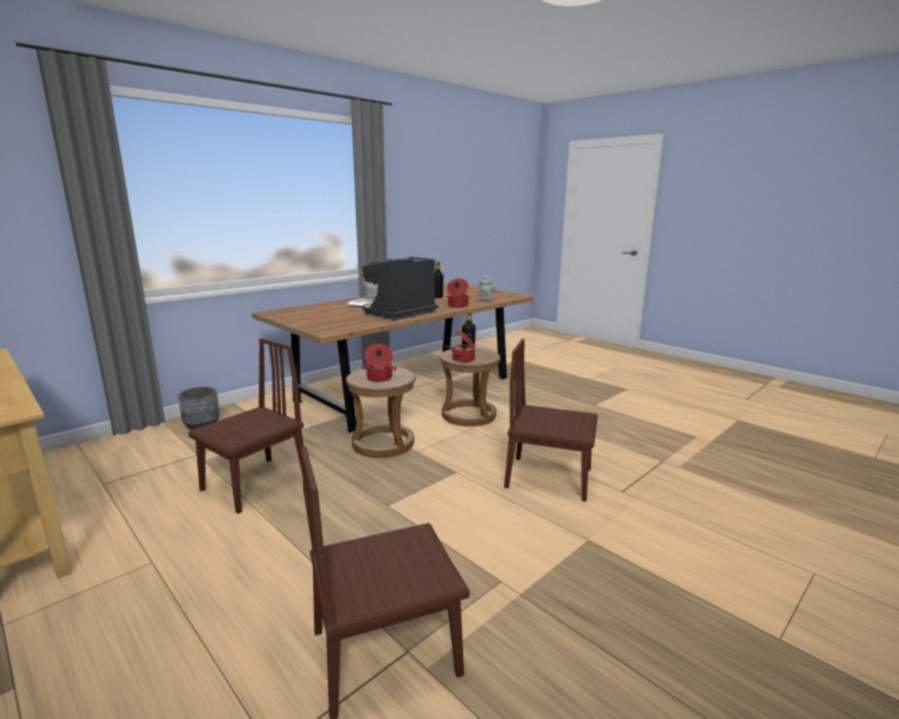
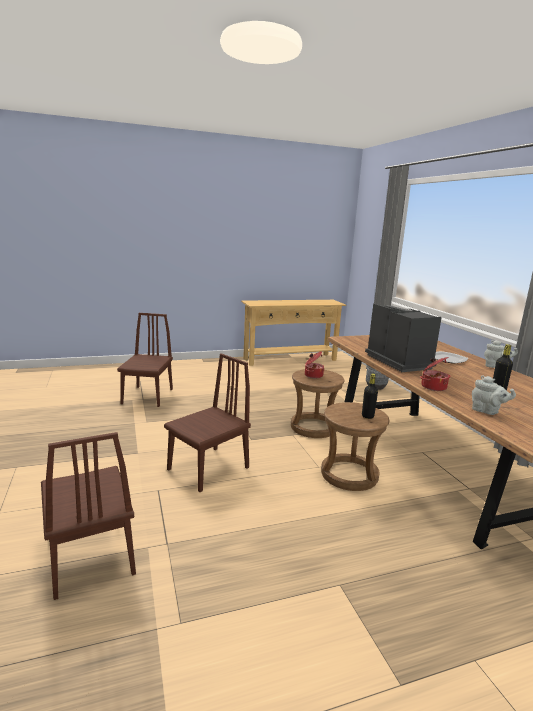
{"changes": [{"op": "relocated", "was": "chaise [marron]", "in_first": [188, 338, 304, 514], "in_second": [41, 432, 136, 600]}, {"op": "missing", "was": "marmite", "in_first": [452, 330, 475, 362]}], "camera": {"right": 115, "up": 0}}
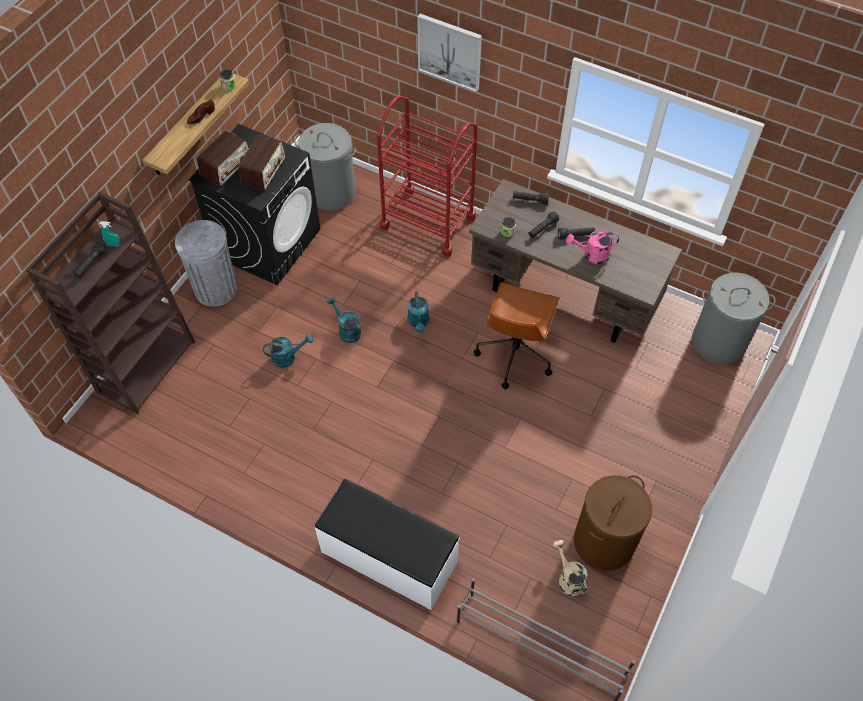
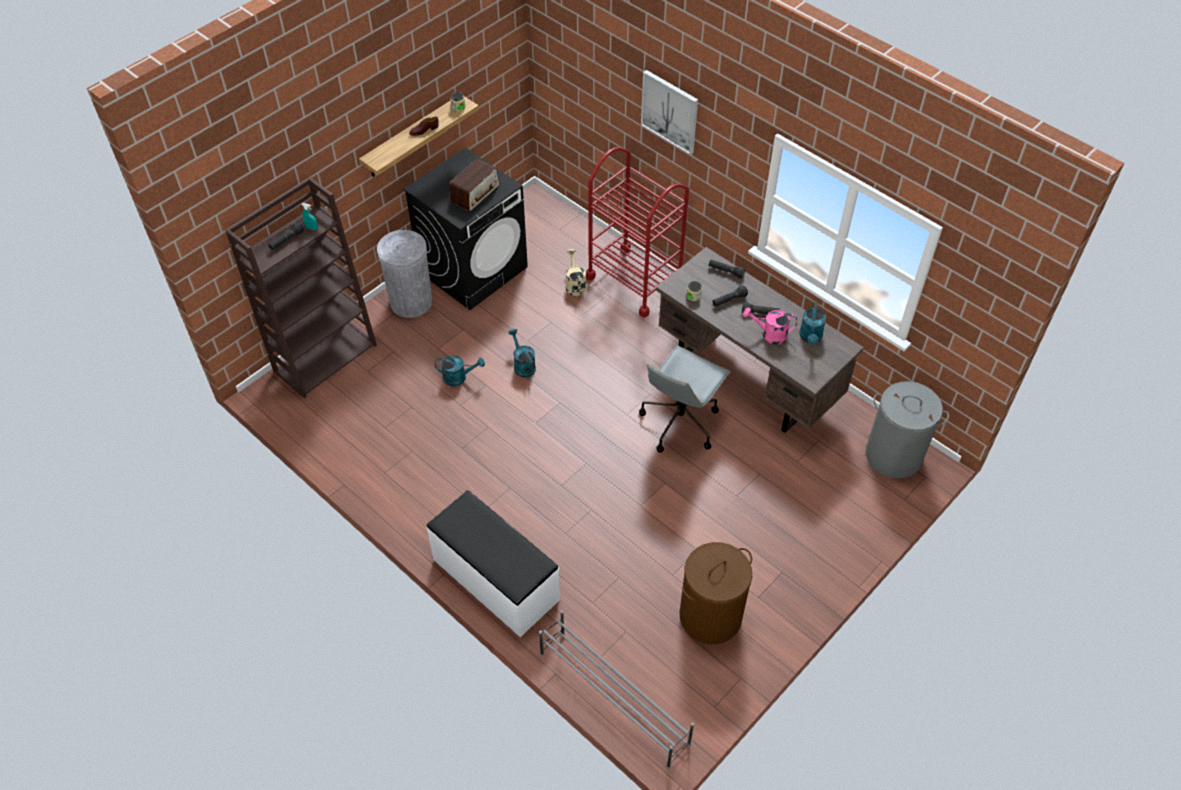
{"changes": [{"op": "relocated", "was": "arrosoir [beige]", "in_first": [553, 540, 588, 596], "in_second": [566, 249, 586, 296]}, {"op": "colour", "was": "chaise de bureau [marron]", "now": "chaise de bureau [gris]", "in_first": [474, 283, 559, 389], "in_second": [639, 346, 730, 453]}, {"op": "relocated", "was": "arrosoir [turquoise]", "in_first": [408, 291, 429, 333], "in_second": [799, 302, 826, 344]}, {"op": "missing", "was": "radio", "in_first": [197, 131, 249, 186]}, {"op": "missing", "was": "panier à linge [gris]", "in_first": [294, 123, 356, 211]}], "camera": {"right": 15, "up": -5}}
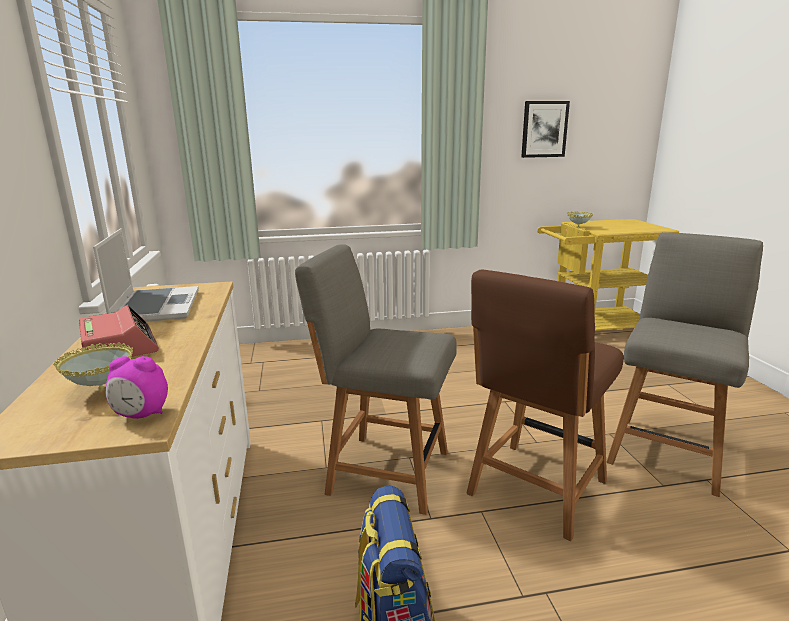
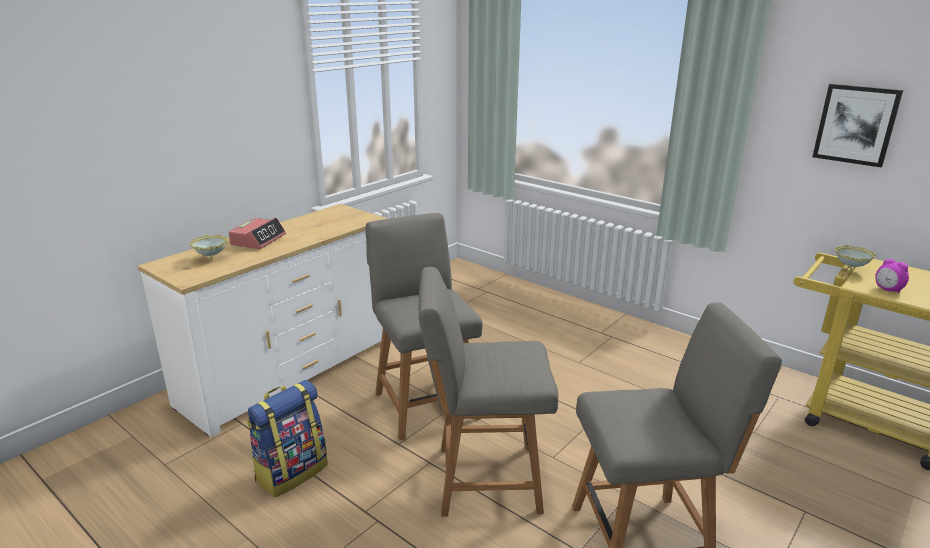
{"changes": [{"op": "colour", "was": "chaise [marron]", "now": "chaise [gris]", "in_first": [466, 270, 624, 541], "in_second": [418, 267, 558, 516]}, {"op": "relocated", "was": "réveil", "in_first": [105, 356, 168, 419], "in_second": [875, 259, 909, 293]}, {"op": "missing", "was": "ordinateur portable", "in_first": [93, 228, 199, 322]}], "camera": {"right": 50, "up": 5}}
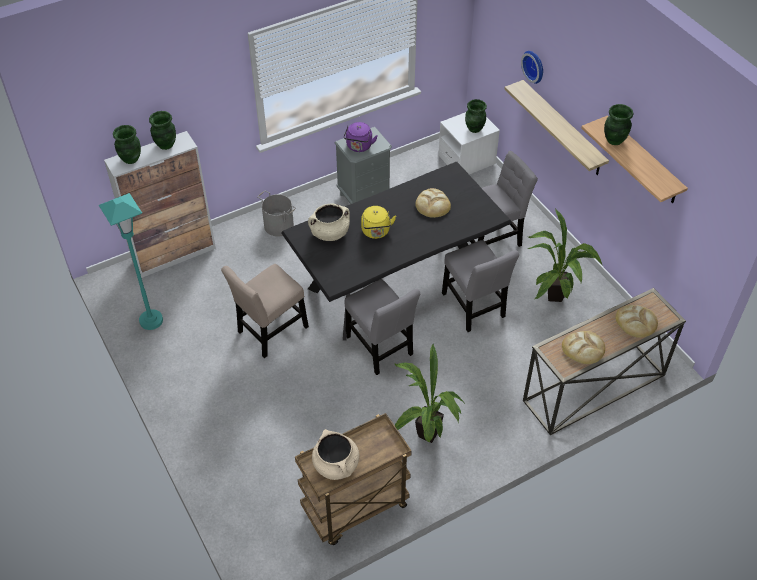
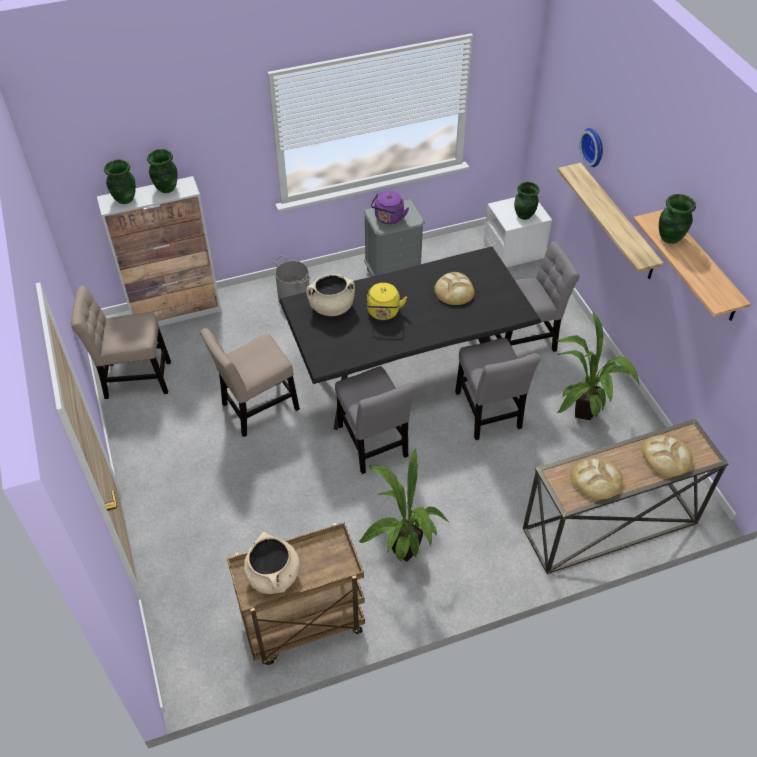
{"changes": [{"op": "exchanged", "was": "lampadaire [turquoise]", "now": "chaise [beige]", "in_first": [99, 193, 163, 330], "in_second": [71, 286, 171, 399]}], "camera": {"right": 10, "up": 0}}
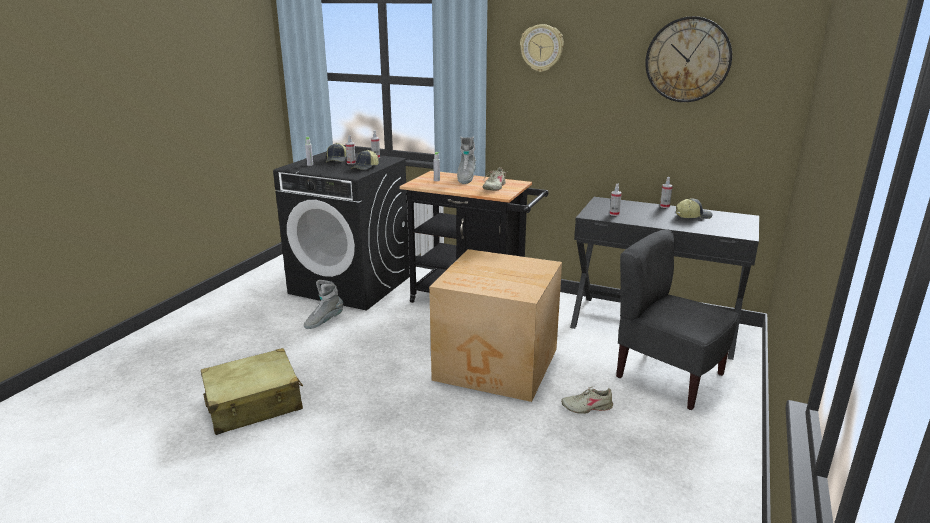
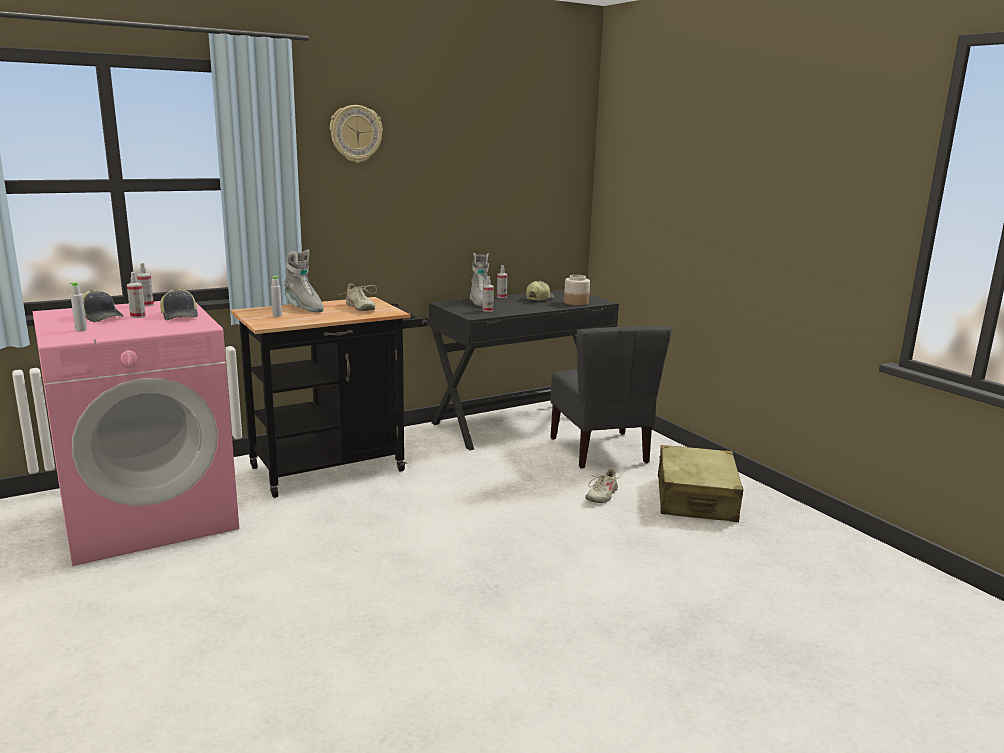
{"changes": [{"op": "colour", "was": "lave-linge [noir]", "now": "lave-linge [rose]", "in_first": [273, 151, 410, 310], "in_second": [32, 301, 239, 566]}, {"op": "relocated", "was": "botte [gris]", "in_first": [304, 280, 343, 329], "in_second": [470, 253, 489, 307]}, {"op": "spun", "was": "chaise [gris]", "in_first": [616, 230, 738, 410], "in_second": [550, 326, 672, 469], "clockwise": -90}, {"op": "appeared", "now": "bocal", "in_second": [564, 275, 590, 305]}, {"op": "relocated", "was": "valise [beige]", "in_first": [201, 348, 303, 435], "in_second": [658, 445, 743, 522]}, {"op": "missing", "was": "carton", "in_first": [429, 249, 562, 402]}, {"op": "missing", "was": "horloge murale", "in_first": [645, 16, 732, 102]}], "camera": {"right": -55, "up": -5}}
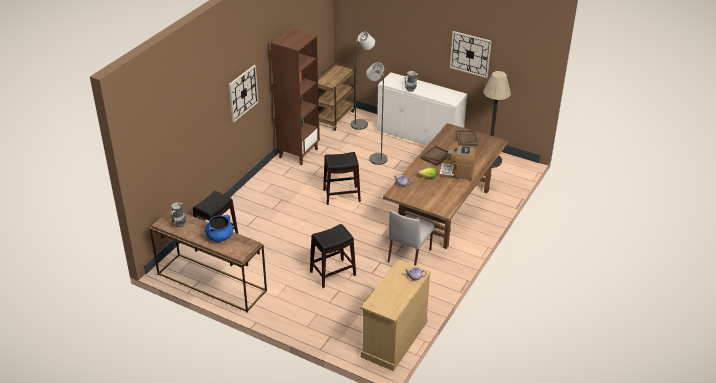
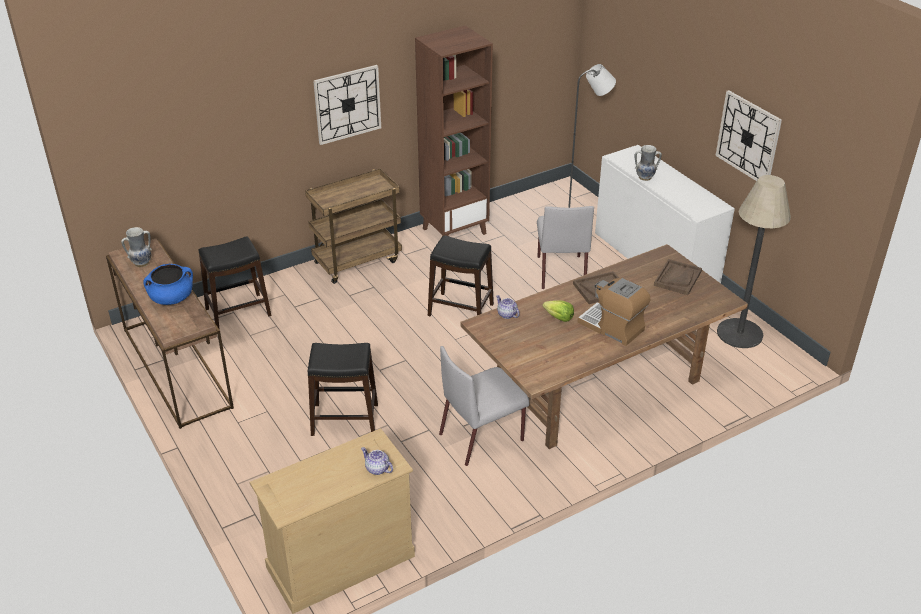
{"changes": [{"op": "relocated", "was": "chariot [marron]", "in_first": [318, 62, 355, 131], "in_second": [305, 169, 402, 284]}, {"op": "exchanged", "was": "lampadaire [gris]", "now": "chaise [gris]", "in_first": [367, 62, 388, 165], "in_second": [537, 206, 594, 289]}], "camera": {"right": 30, "up": 0}}
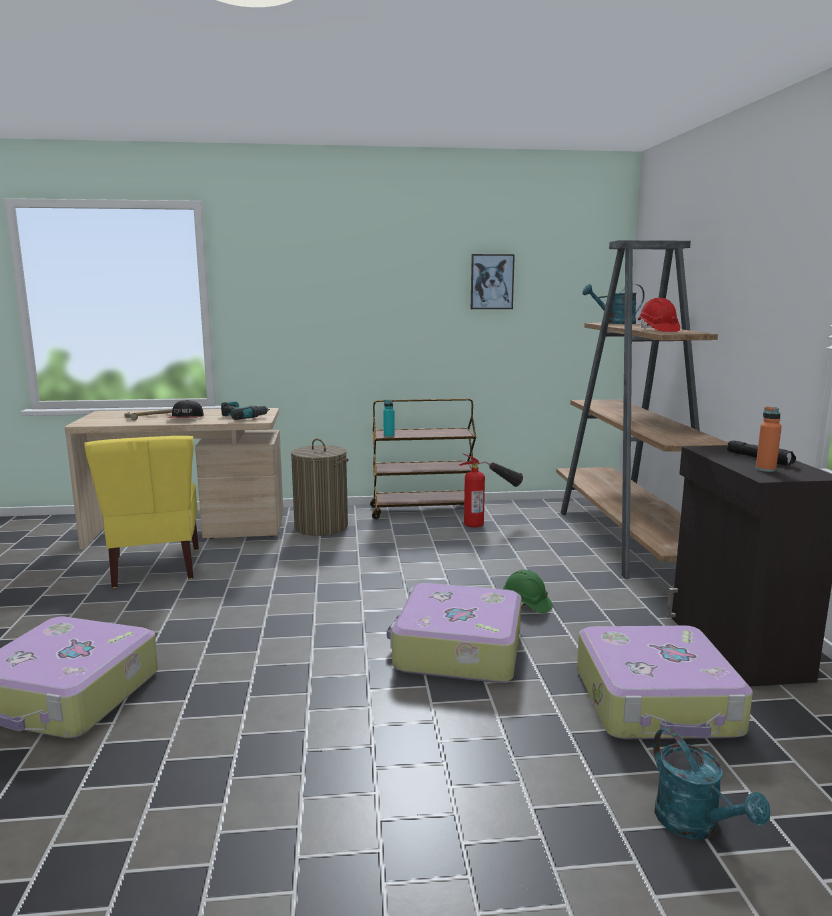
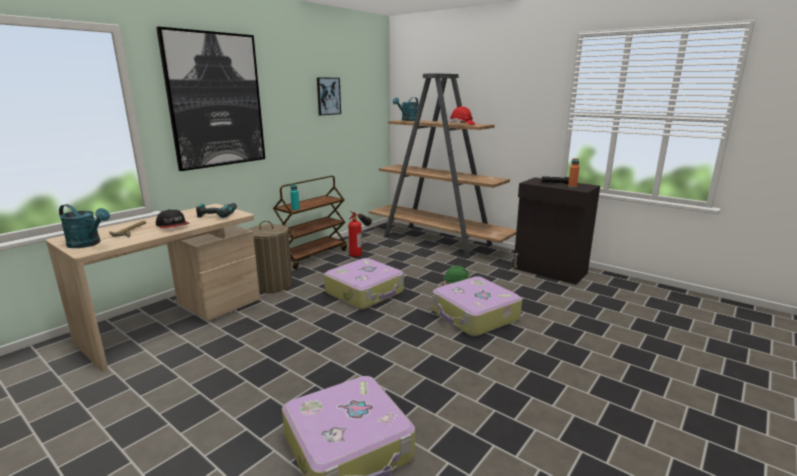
{"changes": [{"op": "relocated", "was": "arrosoir [turquoise]", "in_first": [653, 728, 770, 839], "in_second": [59, 204, 110, 248]}, {"op": "appeared", "now": "tableau", "in_second": [156, 27, 265, 171]}, {"op": "relocated", "was": "valise", "in_first": [577, 626, 753, 739], "in_second": [324, 258, 404, 309]}, {"op": "missing", "was": "chaise [jaune]", "in_first": [84, 436, 199, 588]}], "camera": {"right": -45, "up": 5}}
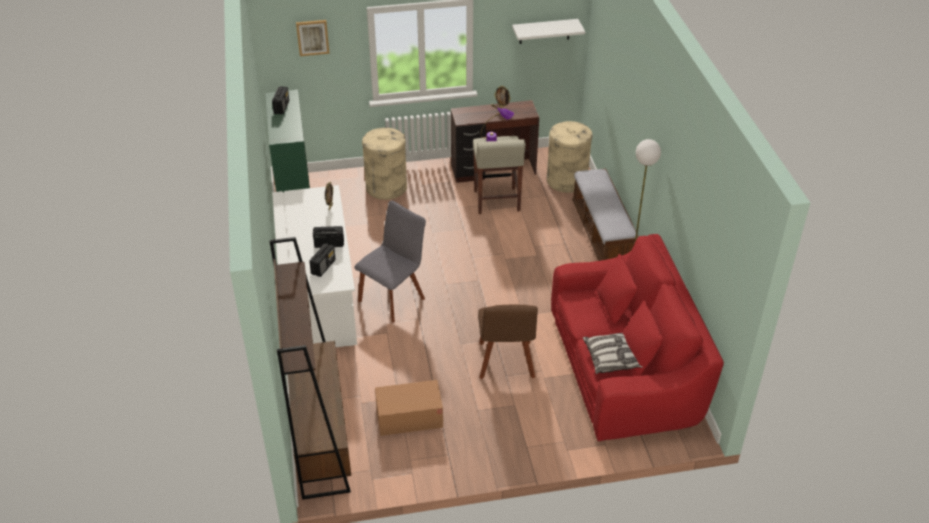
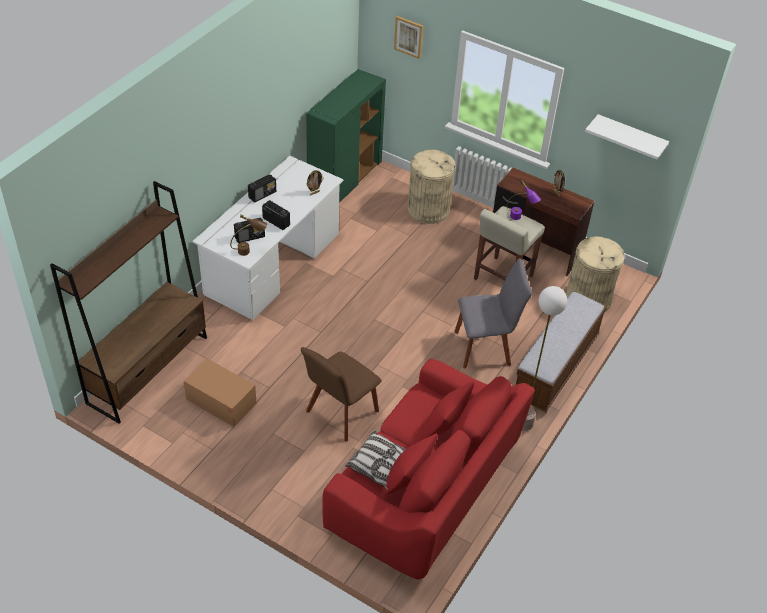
{"changes": [{"op": "appeared", "now": "lampe de table [marron]", "in_second": [230, 214, 267, 256]}, {"op": "relocated", "was": "radio", "in_first": [272, 86, 289, 115], "in_second": [248, 174, 276, 202]}, {"op": "relocated", "was": "chaise [gris]", "in_first": [354, 201, 426, 323], "in_second": [454, 259, 532, 369]}], "camera": {"right": 40, "up": 5}}
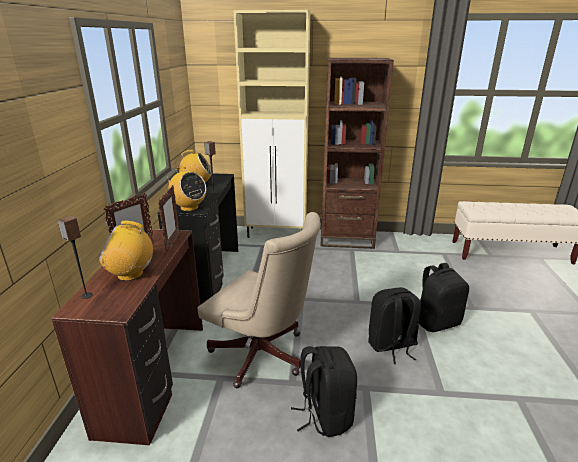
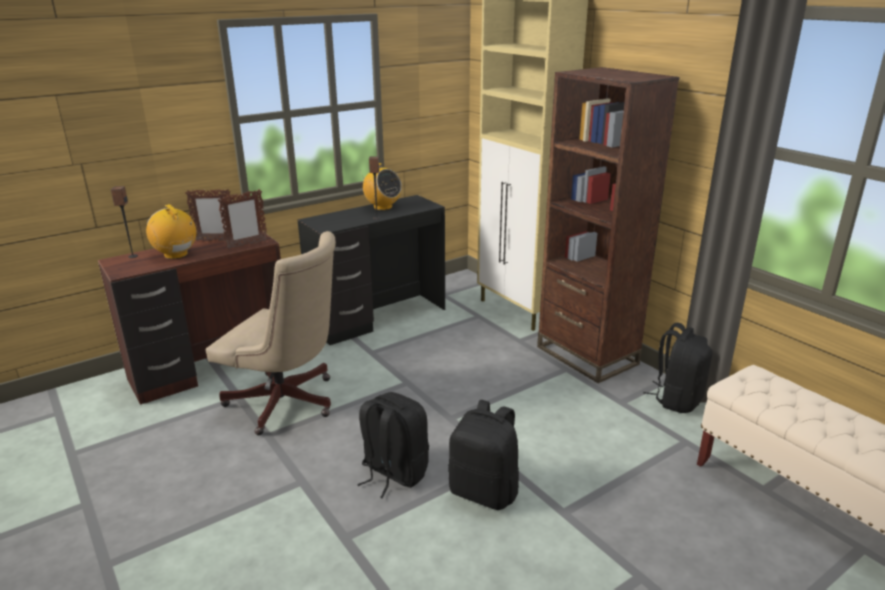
{"changes": [{"op": "spun", "was": "chaise de bureau [beige]", "in_first": [197, 212, 321, 388], "in_second": [206, 231, 336, 435], "clockwise": -60}, {"op": "relocated", "was": "sac à dos [noir]", "in_first": [291, 346, 357, 437], "in_second": [643, 323, 712, 413]}, {"op": "missing", "was": "radio", "in_first": [167, 166, 206, 211]}], "camera": {"right": 50, "up": 0}}
